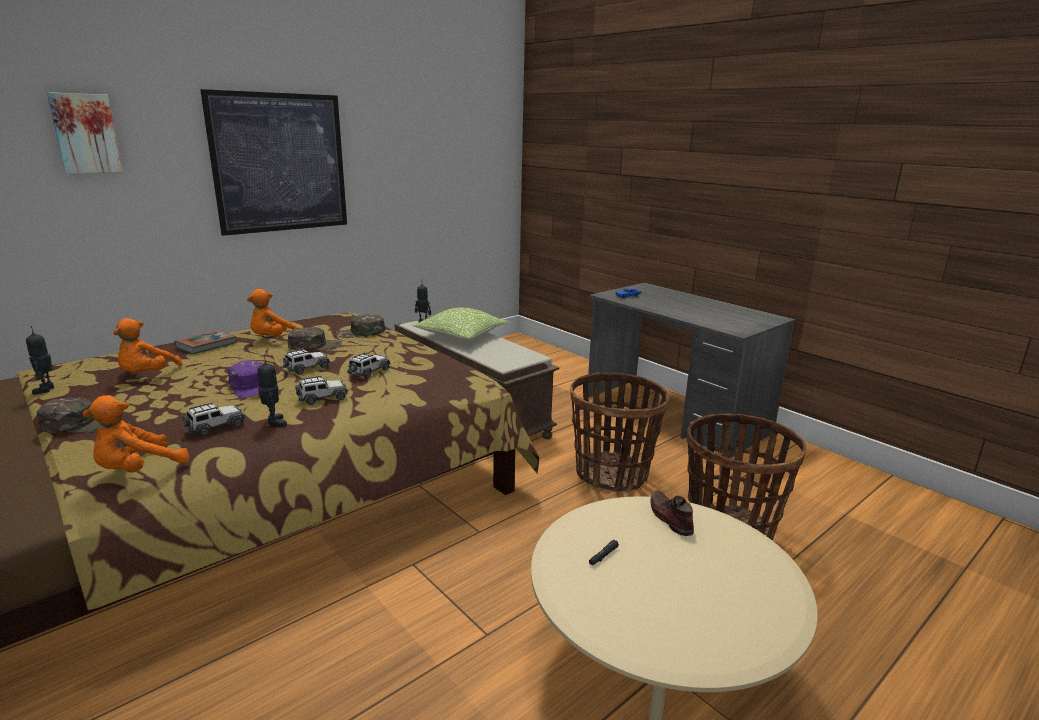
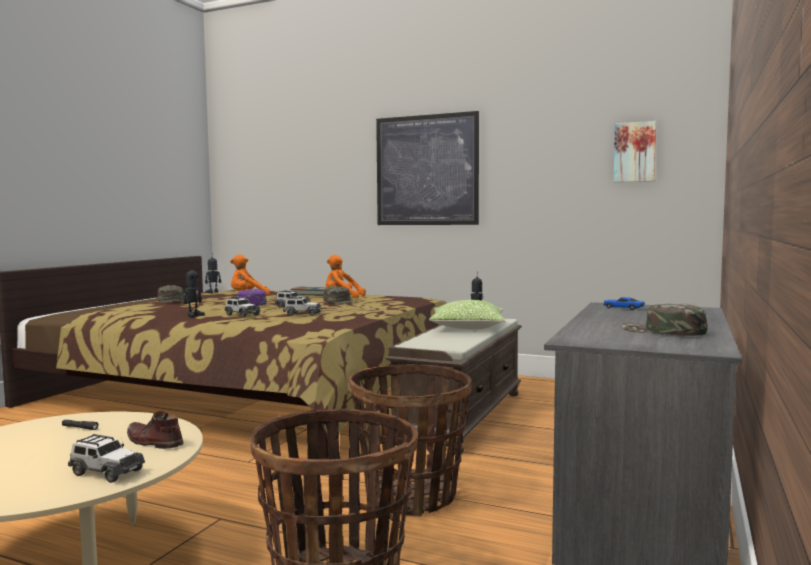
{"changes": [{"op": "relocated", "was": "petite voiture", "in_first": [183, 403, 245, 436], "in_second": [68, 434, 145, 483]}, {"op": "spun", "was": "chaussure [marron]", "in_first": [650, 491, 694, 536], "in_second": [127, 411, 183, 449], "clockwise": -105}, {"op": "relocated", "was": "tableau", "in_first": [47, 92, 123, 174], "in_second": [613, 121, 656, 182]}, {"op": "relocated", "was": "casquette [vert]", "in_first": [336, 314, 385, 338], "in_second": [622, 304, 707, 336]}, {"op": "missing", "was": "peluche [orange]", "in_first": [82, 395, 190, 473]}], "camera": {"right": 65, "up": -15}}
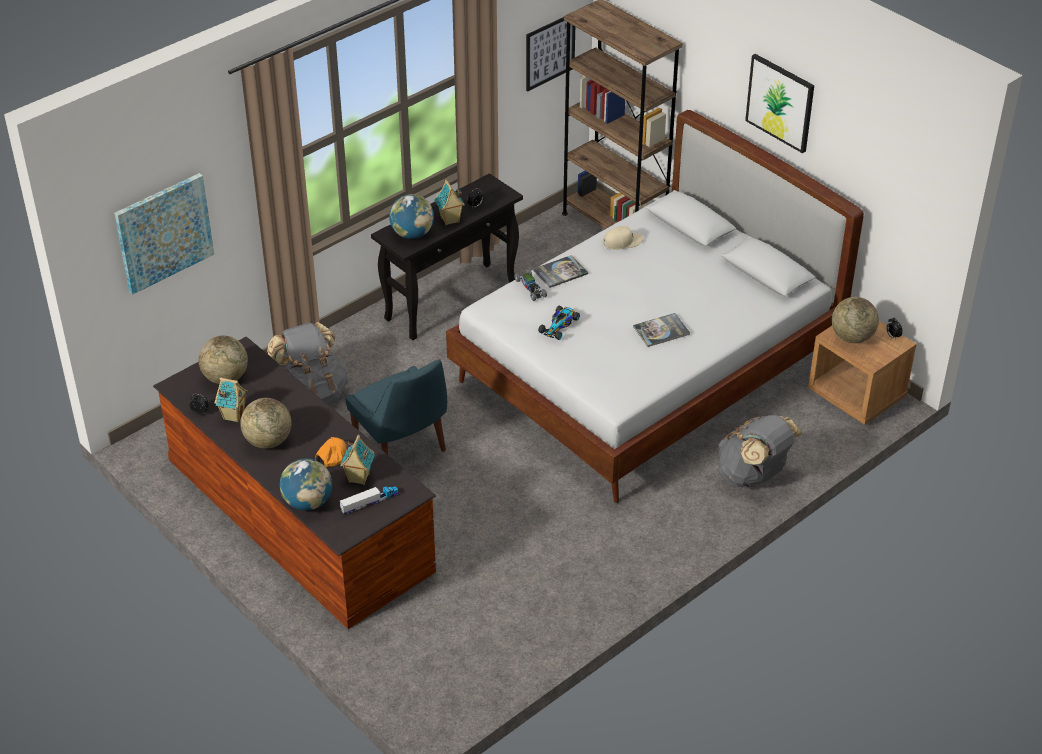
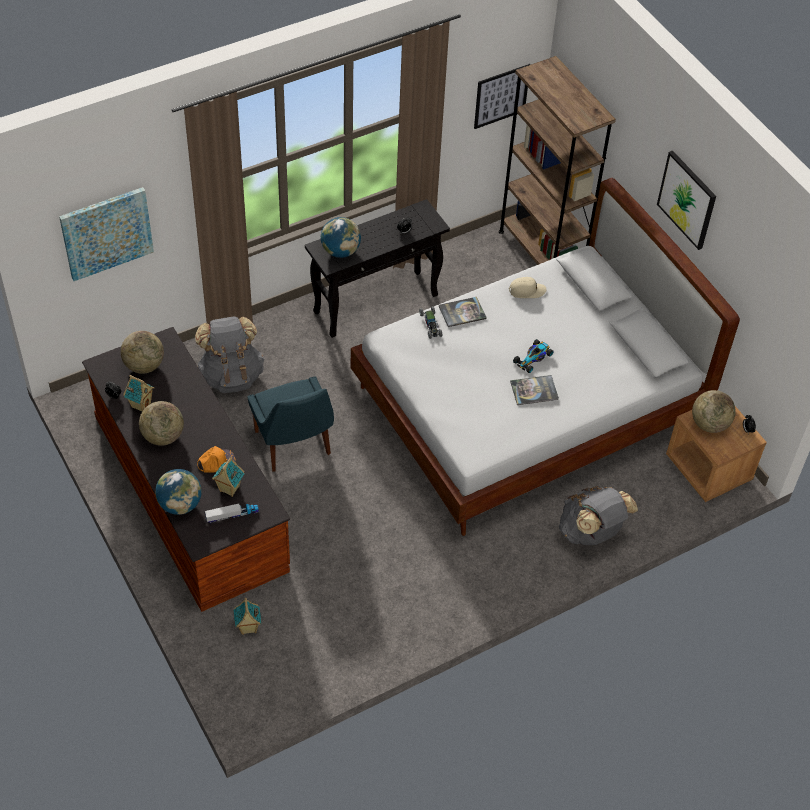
{"changes": [{"op": "relocated", "was": "maison miniature", "in_first": [434, 180, 465, 226], "in_second": [234, 598, 261, 635]}, {"op": "relocated", "was": "petite voiture", "in_first": [538, 305, 580, 340], "in_second": [513, 339, 553, 373]}], "camera": {"right": 10, "up": 10}}
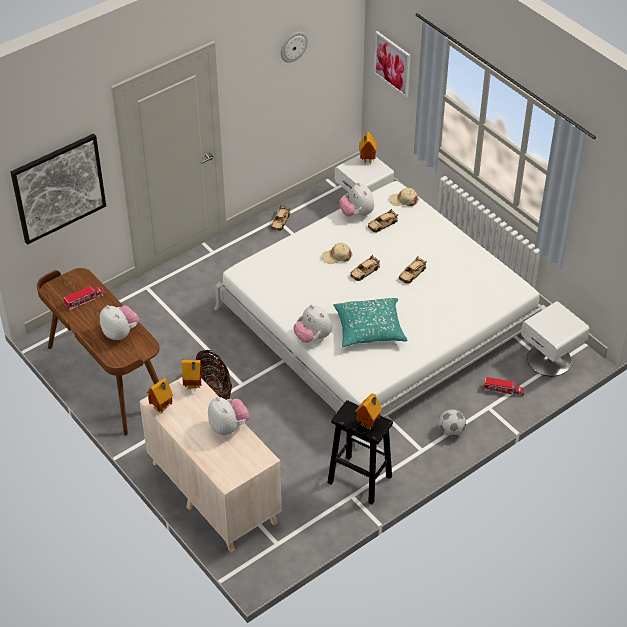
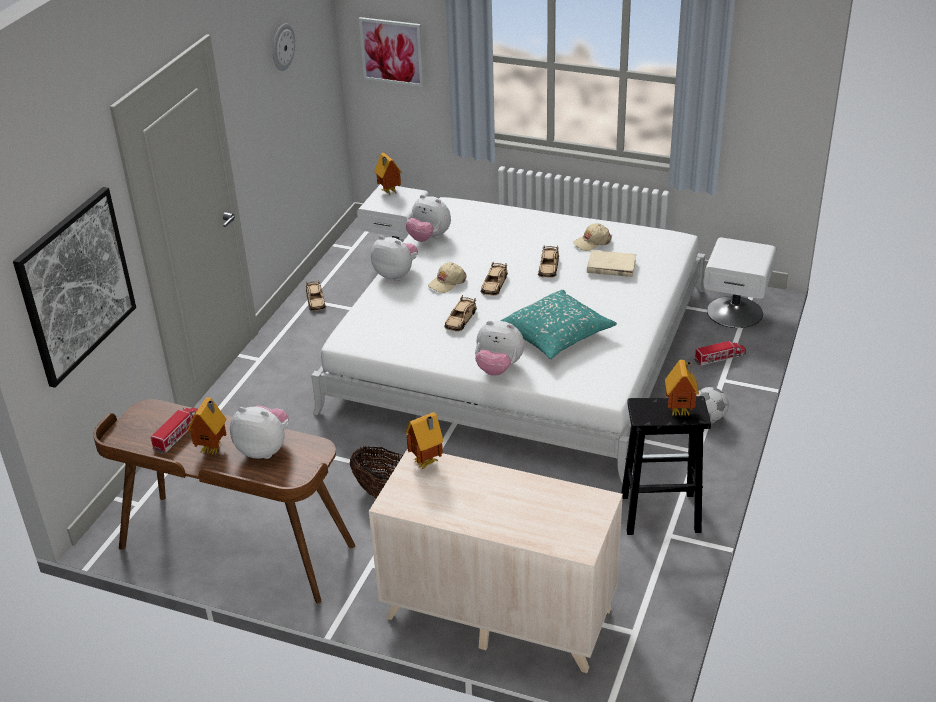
{"changes": [{"op": "relocated", "was": "maison miniature", "in_first": [147, 378, 173, 414], "in_second": [187, 397, 227, 455]}, {"op": "relocated", "was": "peluche", "in_first": [208, 397, 250, 435], "in_second": [371, 236, 418, 281]}, {"op": "relocated", "was": "petite voiture [beige]", "in_first": [368, 209, 398, 233], "in_second": [444, 295, 477, 332]}, {"op": "relocated", "was": "casquette [beige]", "in_first": [389, 188, 419, 206], "in_second": [573, 223, 612, 251]}, {"op": "appeared", "now": "livre [beige]", "in_second": [587, 250, 636, 277]}], "camera": {"right": -30, "up": -10}}
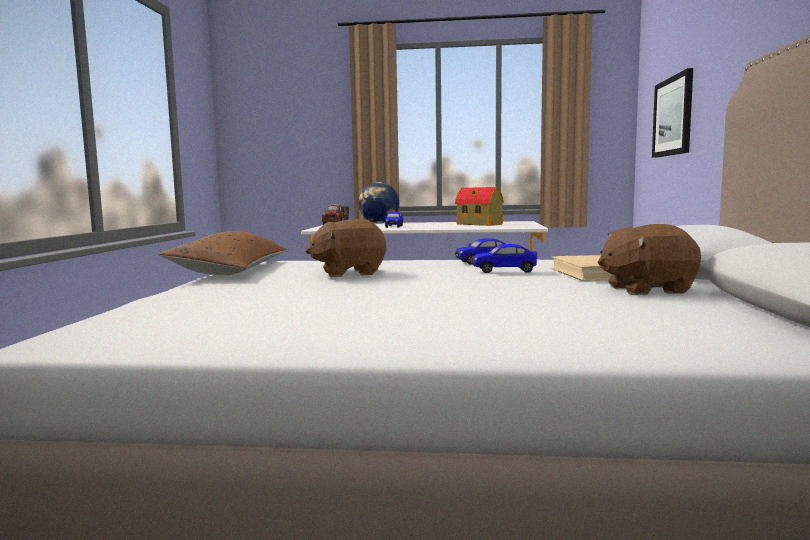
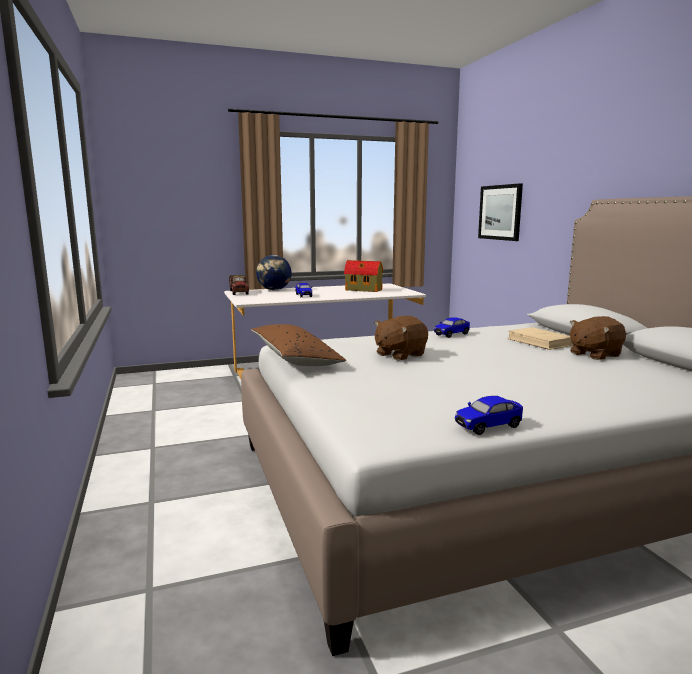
{"changes": [{"op": "relocated", "was": "petite voiture", "in_first": [472, 244, 537, 273], "in_second": [455, 396, 523, 435]}], "camera": {"right": -25, "up": 5}}
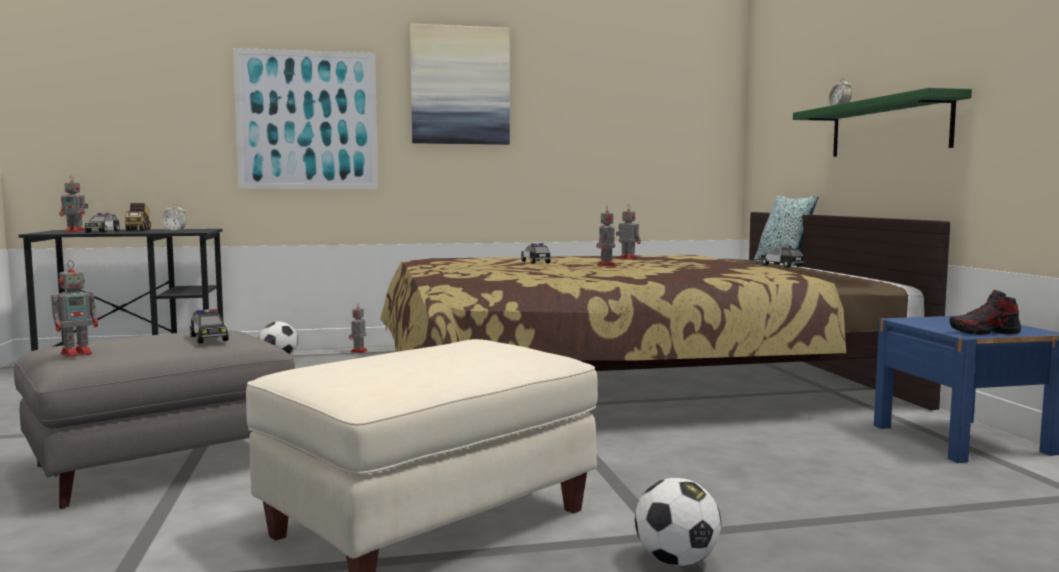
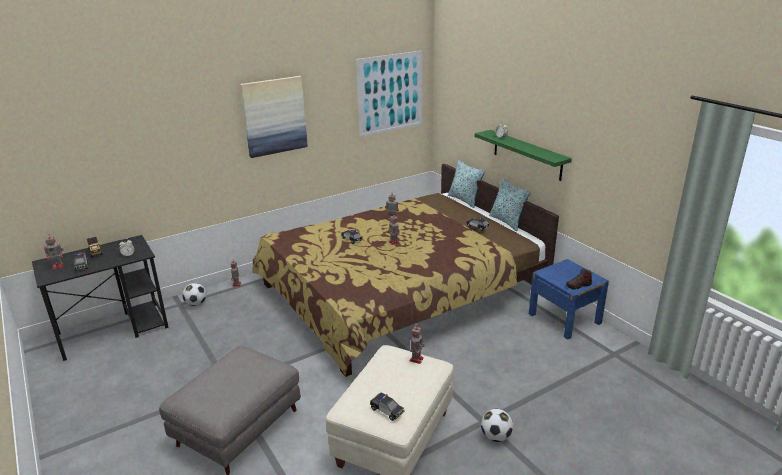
{"changes": [{"op": "relocated", "was": "tableau", "in_first": [233, 48, 378, 189], "in_second": [356, 51, 423, 137]}, {"op": "relocated", "was": "petite voiture", "in_first": [190, 309, 229, 343], "in_second": [370, 392, 404, 421]}, {"op": "relocated", "was": "robot jouet", "in_first": [51, 260, 98, 357], "in_second": [410, 325, 425, 364]}, {"op": "appeared", "now": "coussin", "in_second": [489, 178, 531, 231]}], "camera": {"right": -20, "up": 20}}
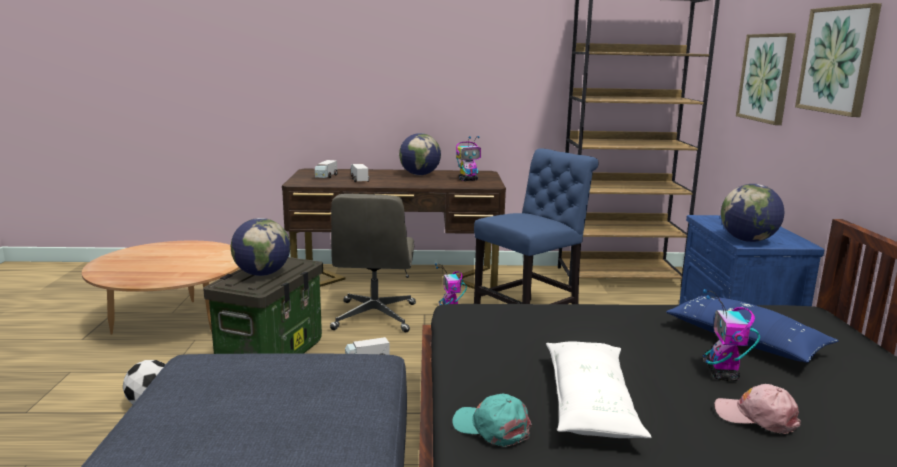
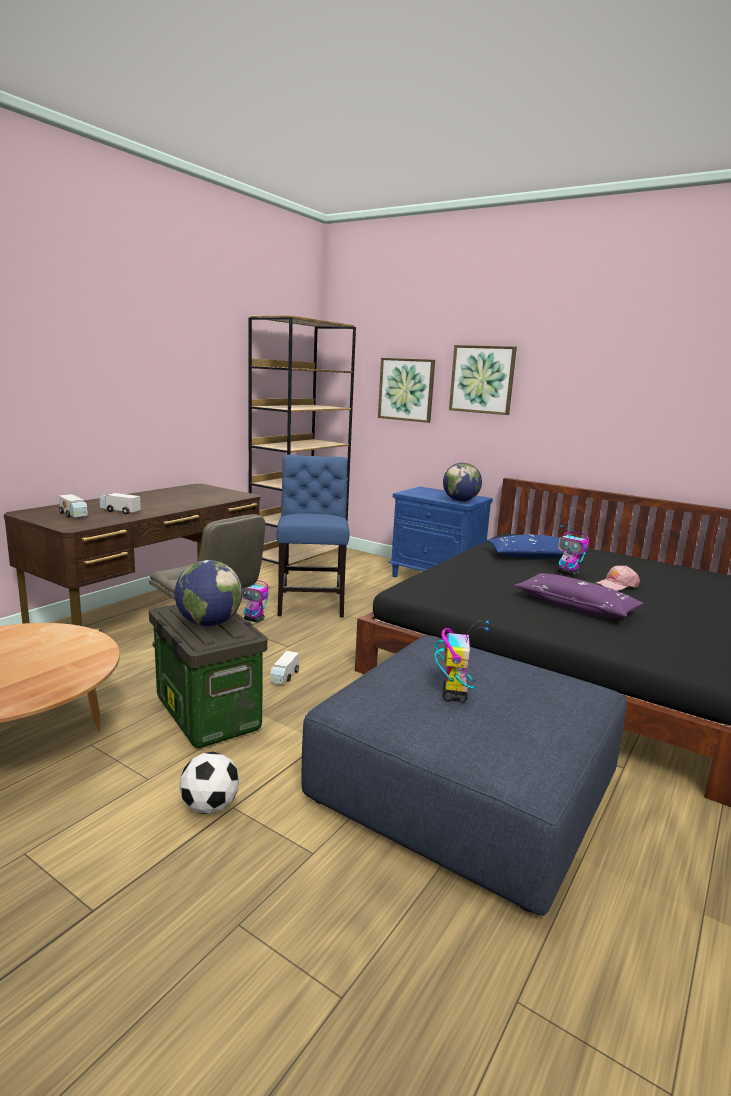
{"changes": [{"op": "relocated", "was": "robot jouet", "in_first": [456, 136, 481, 181], "in_second": [434, 621, 489, 702]}, {"op": "colour", "was": "coussin [blanc]", "now": "coussin [violet]", "in_first": [546, 341, 651, 438], "in_second": [514, 573, 643, 618]}, {"op": "missing", "was": "globe", "in_first": [399, 133, 441, 175]}, {"op": "missing", "was": "casquette [turquoise]", "in_first": [452, 394, 532, 447]}], "camera": {"right": -55, "up": 0}}
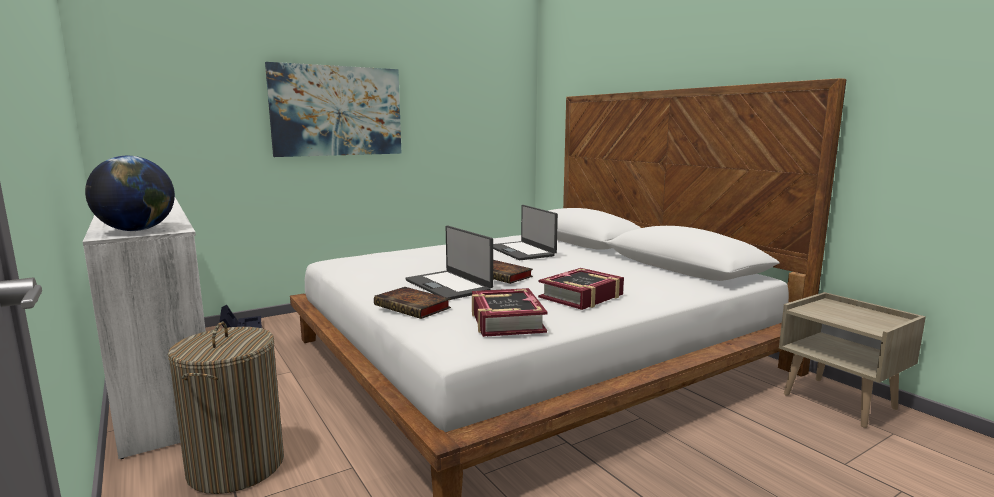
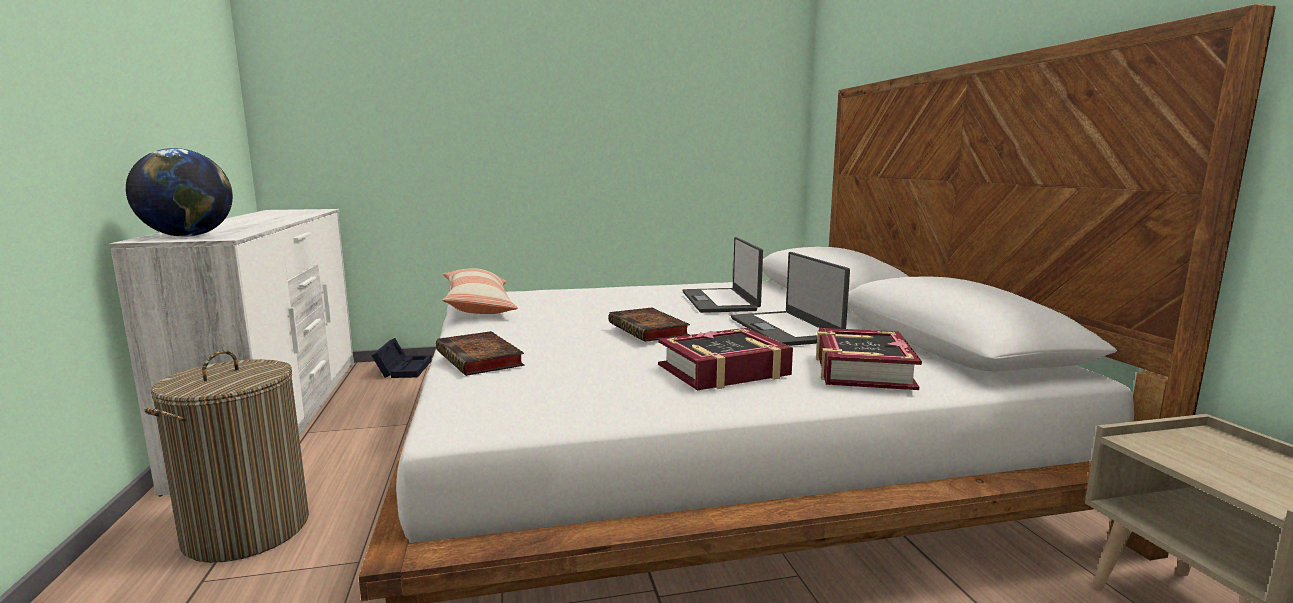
{"changes": [{"op": "appeared", "now": "coussin", "in_second": [442, 268, 518, 314]}, {"op": "relocated", "was": "ordinateur portable", "in_first": [405, 226, 493, 300], "in_second": [731, 252, 850, 346]}, {"op": "relocated", "was": "livre", "in_first": [472, 288, 548, 337], "in_second": [816, 328, 922, 390]}, {"op": "missing", "was": "tableau", "in_first": [265, 62, 402, 157]}], "camera": {"right": 20, "up": 0}}
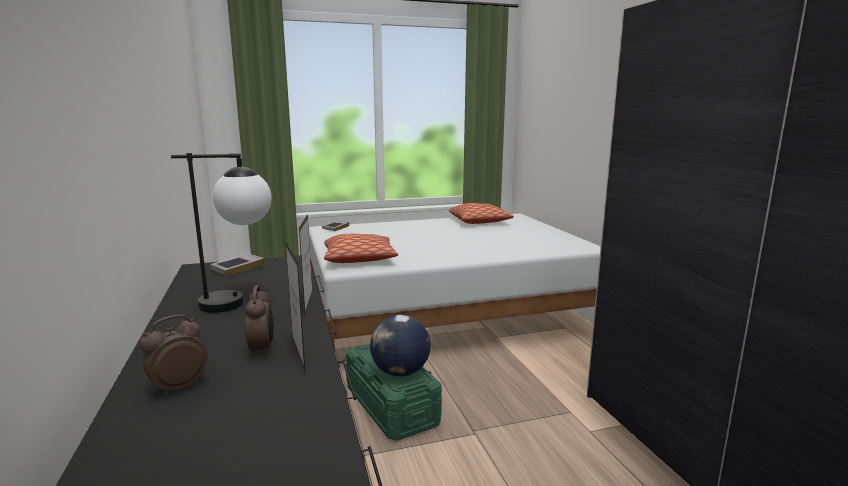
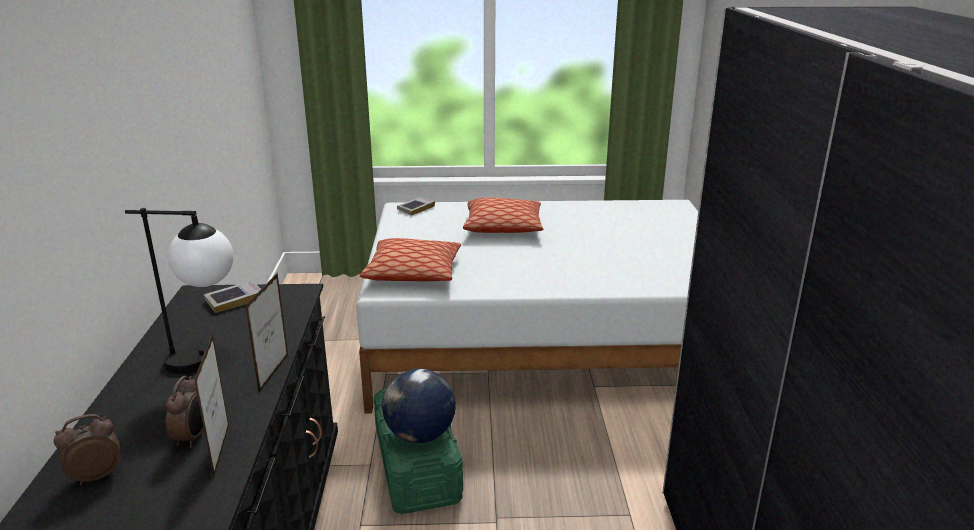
{"changes": [{"op": "relocated", "was": "coussin", "in_first": [449, 203, 514, 224], "in_second": [463, 197, 543, 233]}], "camera": {"right": 15, "up": 10}}
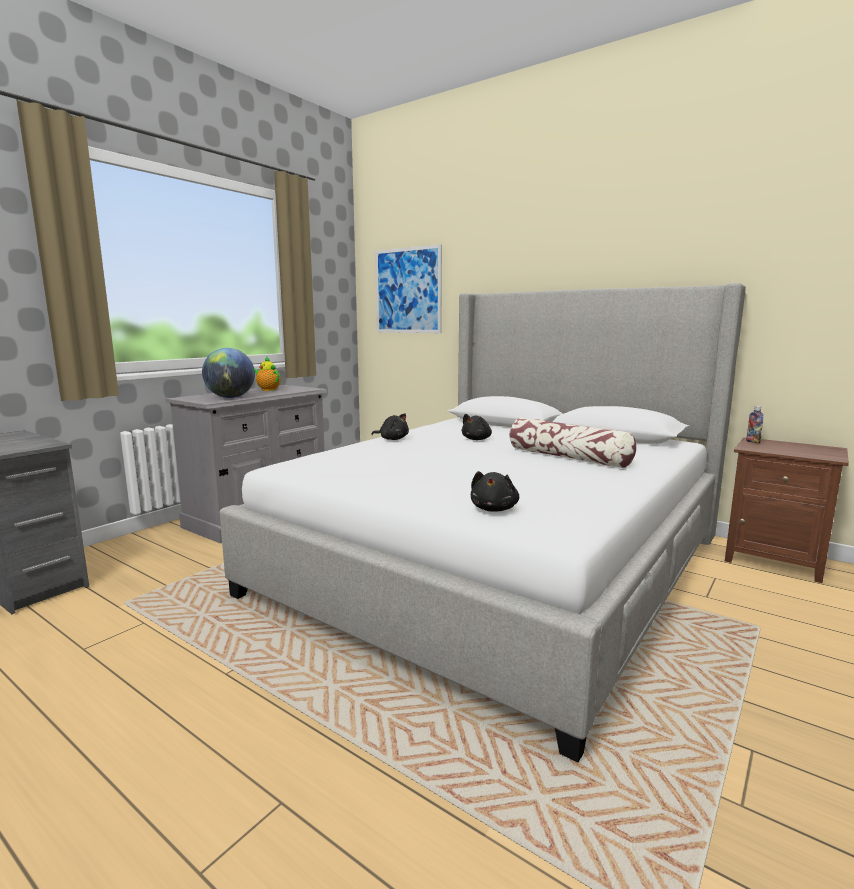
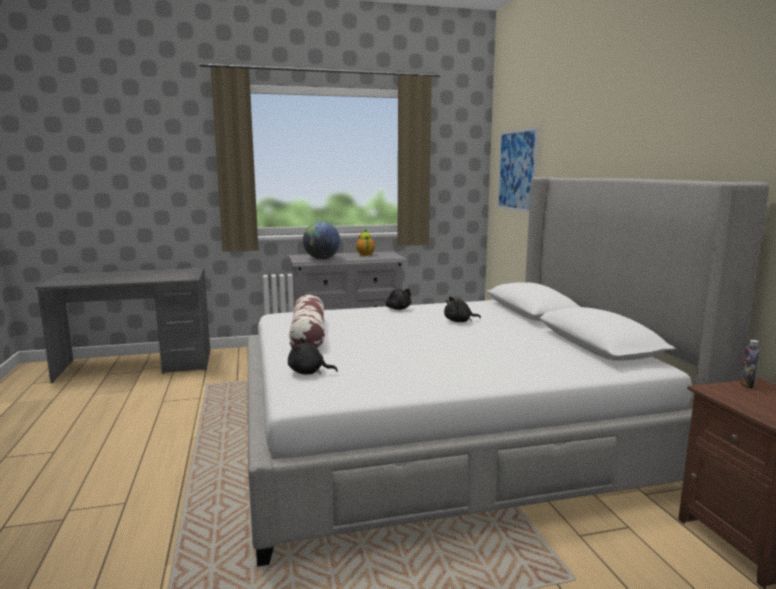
{"changes": [{"op": "spun", "was": "peluche [noir]", "in_first": [471, 471, 519, 512], "in_second": [288, 337, 338, 375], "clockwise": 45}, {"op": "relocated", "was": "coussin", "in_first": [509, 417, 636, 468], "in_second": [289, 295, 325, 348]}], "camera": {"right": 40, "up": 0}}
